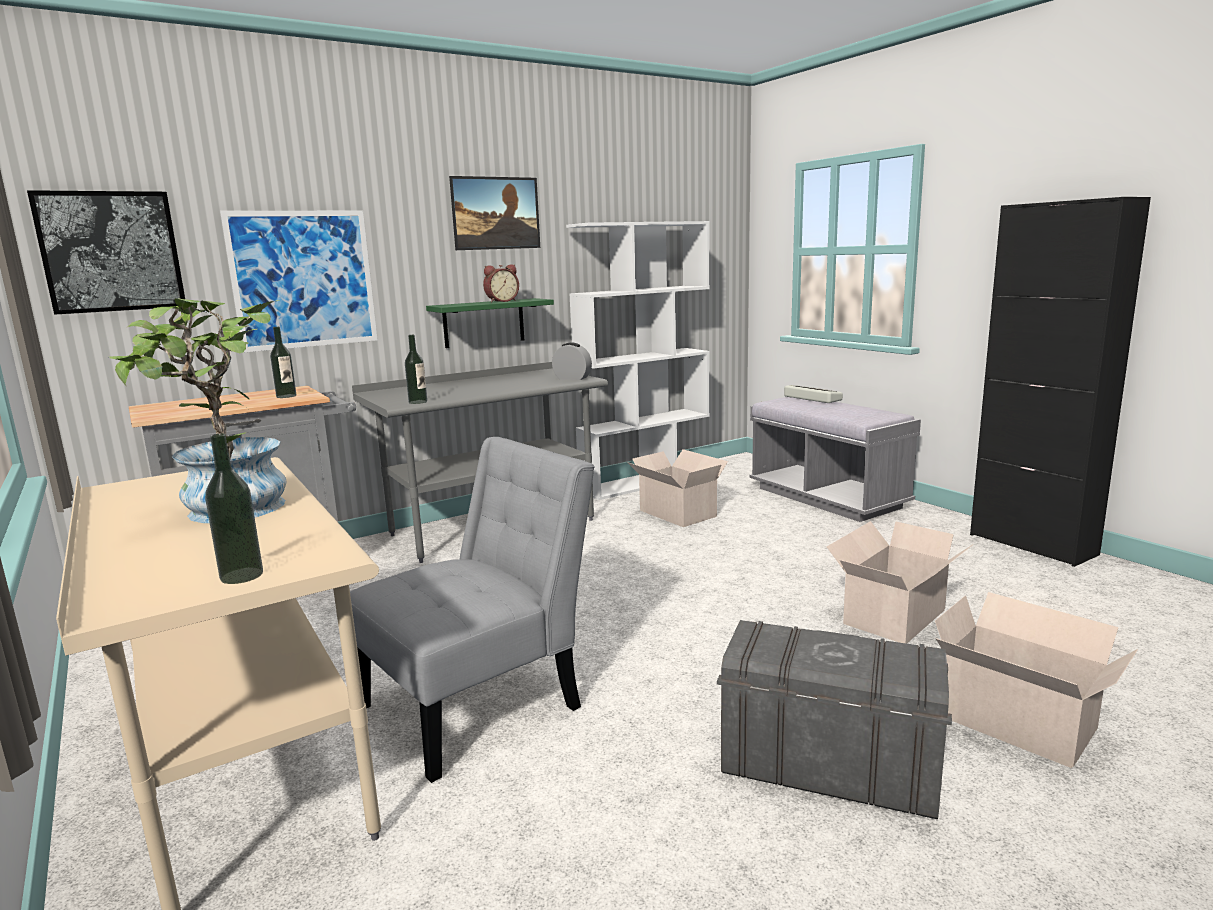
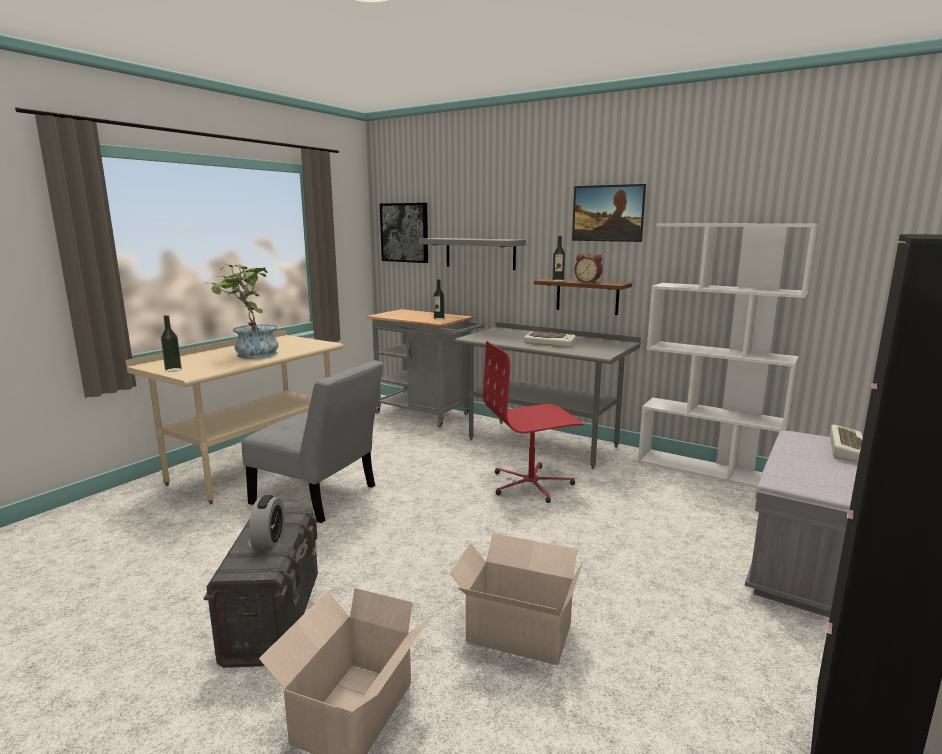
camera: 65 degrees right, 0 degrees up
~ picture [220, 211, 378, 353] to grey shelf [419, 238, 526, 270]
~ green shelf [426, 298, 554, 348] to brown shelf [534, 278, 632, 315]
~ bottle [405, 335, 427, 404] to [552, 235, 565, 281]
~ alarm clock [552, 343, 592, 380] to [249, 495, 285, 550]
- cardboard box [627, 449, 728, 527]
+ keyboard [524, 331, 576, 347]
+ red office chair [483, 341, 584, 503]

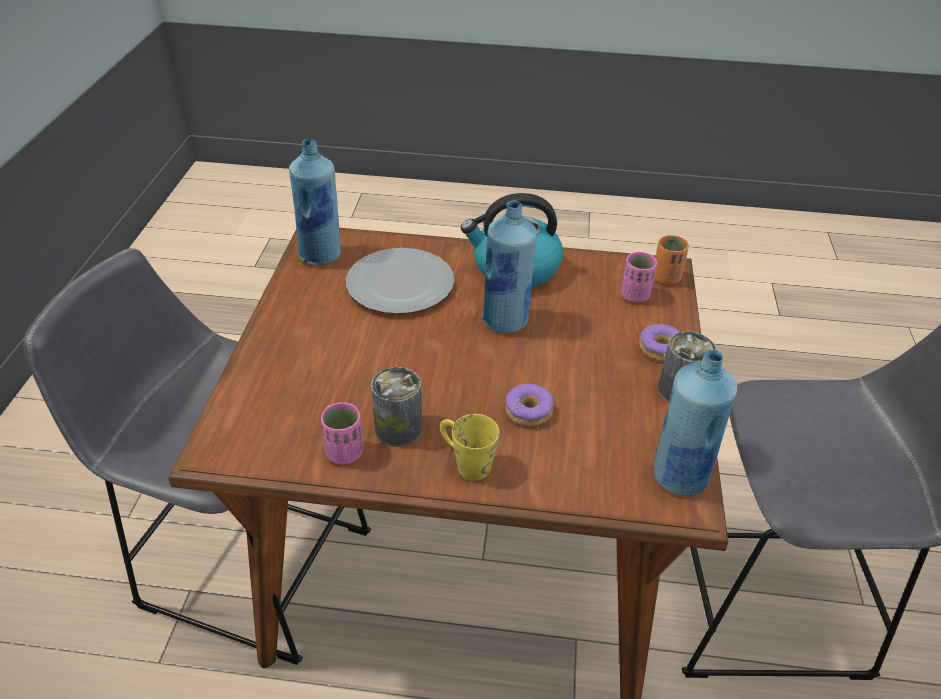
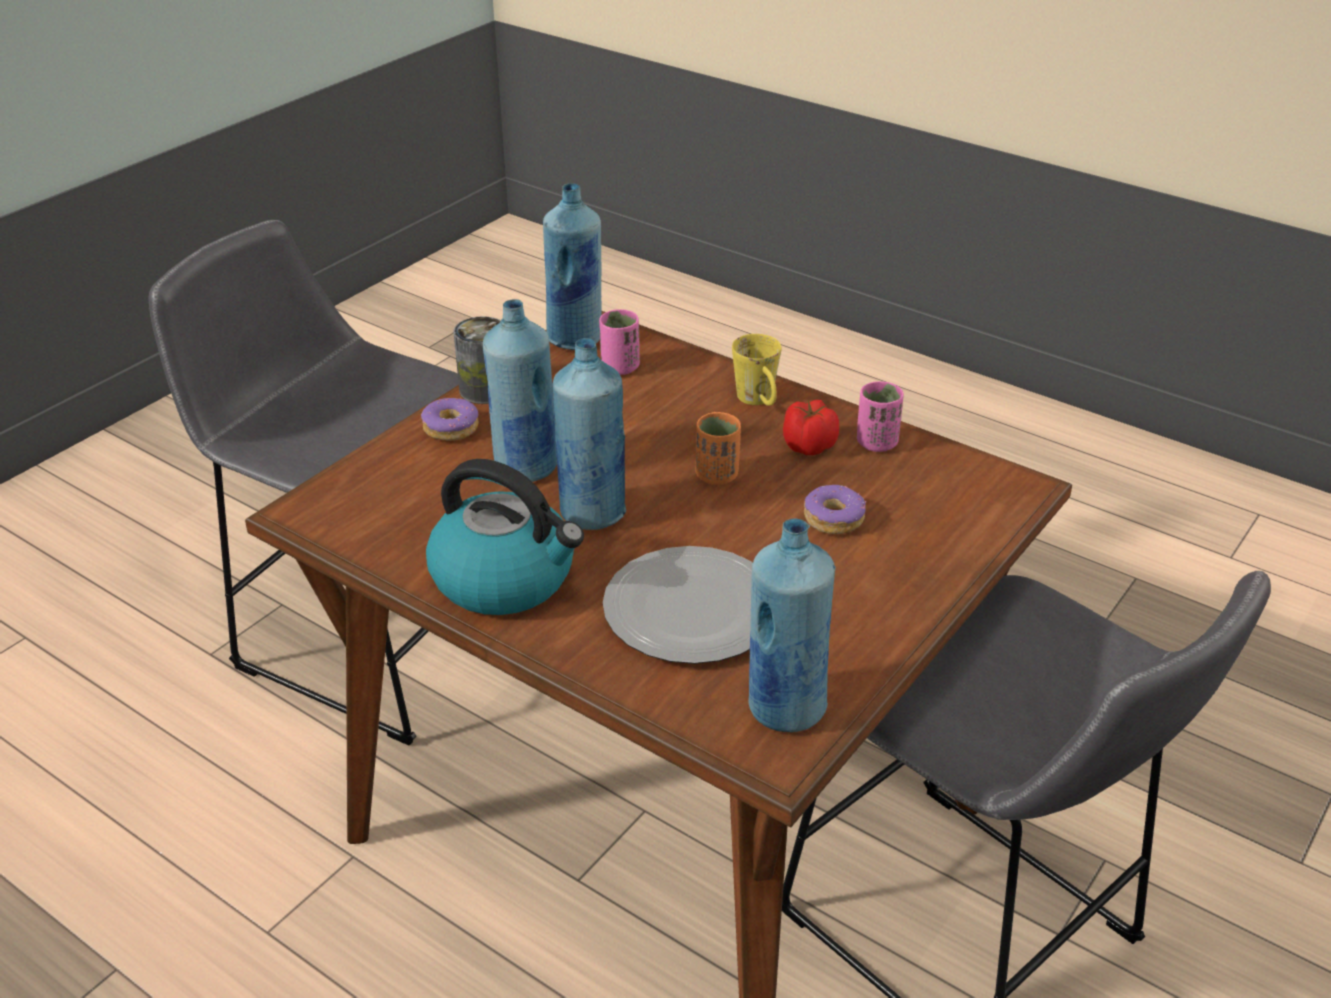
camera: 150 degrees left, 5 degrees down
~ orange cup [654, 235, 689, 284] to [696, 412, 741, 485]
~ pink cup [621, 252, 657, 303] to [599, 309, 640, 375]
~ can [371, 367, 422, 447] to tomato [783, 400, 839, 455]
~ donut [505, 384, 554, 426] to [804, 485, 866, 534]
+ blue bottle [483, 299, 557, 482]

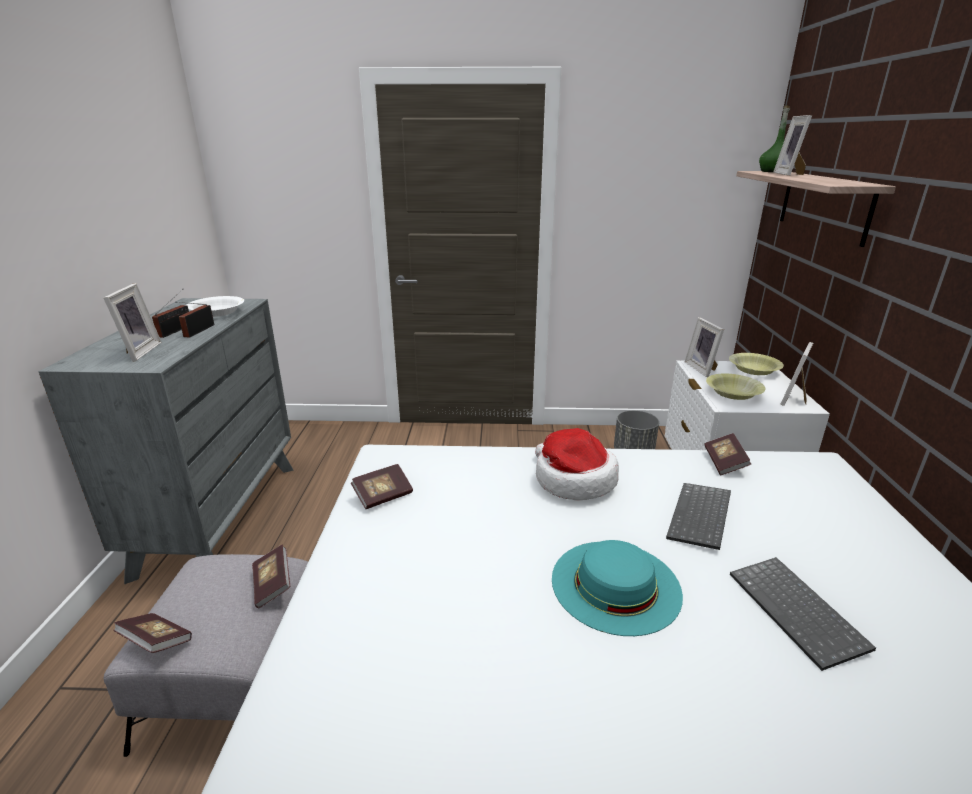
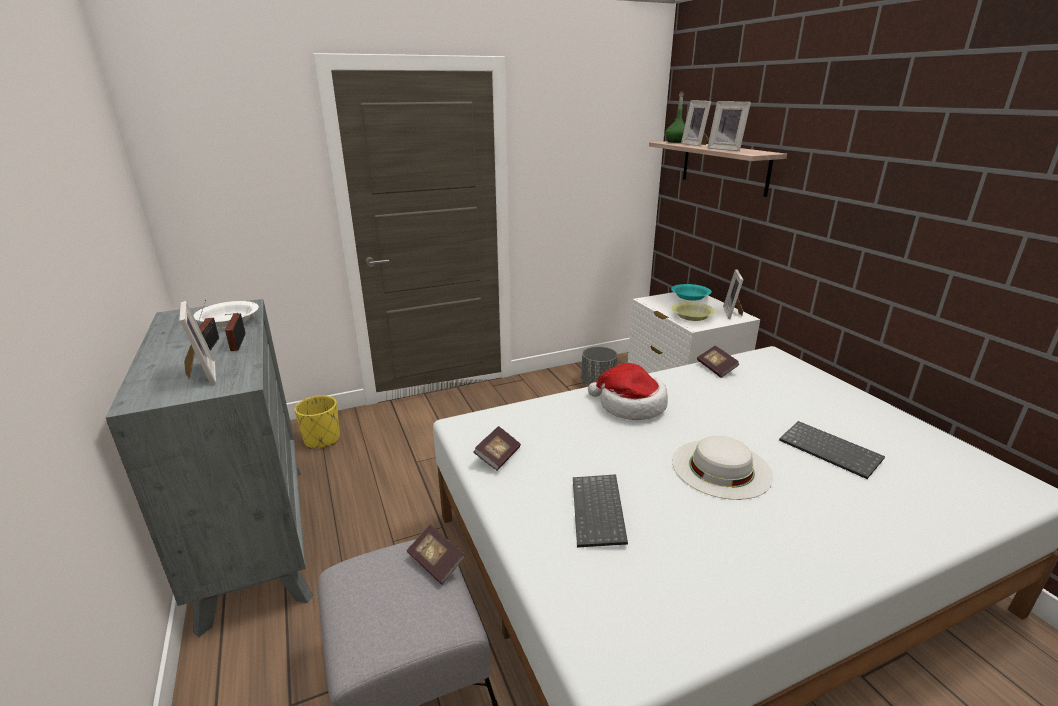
camera: 25 degrees left, 0 degrees up
~ picture frame [685, 317, 724, 377] to [708, 101, 751, 151]
~ yellow bowl [729, 353, 784, 375] to turquoise bowl [671, 284, 712, 300]
~ keyboard [666, 483, 731, 550] to [573, 474, 628, 548]
~ turquoise hat [552, 540, 683, 636] to white hat [672, 436, 773, 500]
- book [113, 613, 192, 653]
+ yellow planter [294, 395, 340, 449]

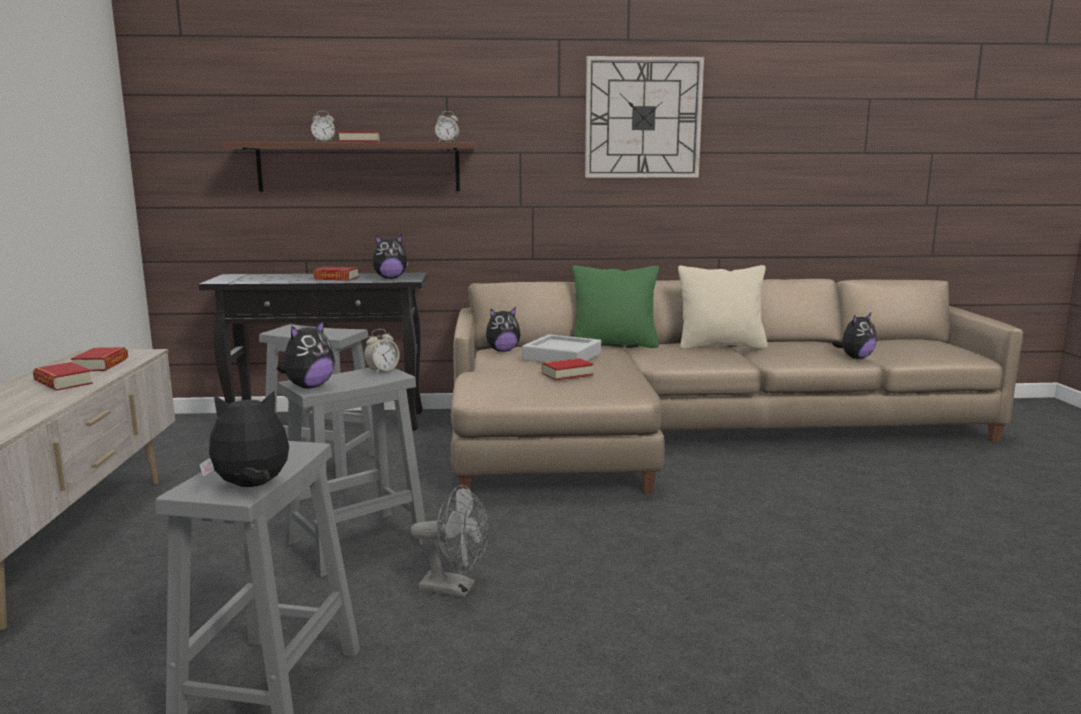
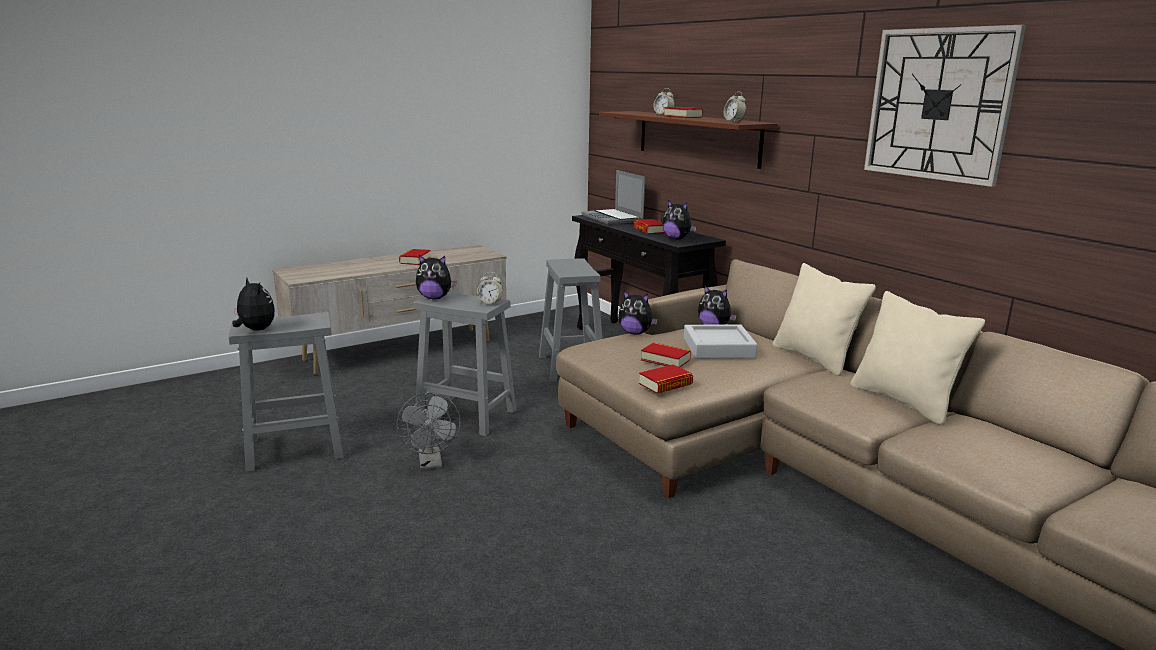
camera: 60 degrees right, 5 degrees up
~ green pillow [572, 265, 659, 348] to beige pillow [773, 263, 876, 376]
~ plush toy [832, 313, 877, 359] to [618, 291, 658, 335]
~ book [71, 347, 128, 371] to [639, 364, 693, 394]
+ laptop [581, 170, 645, 224]

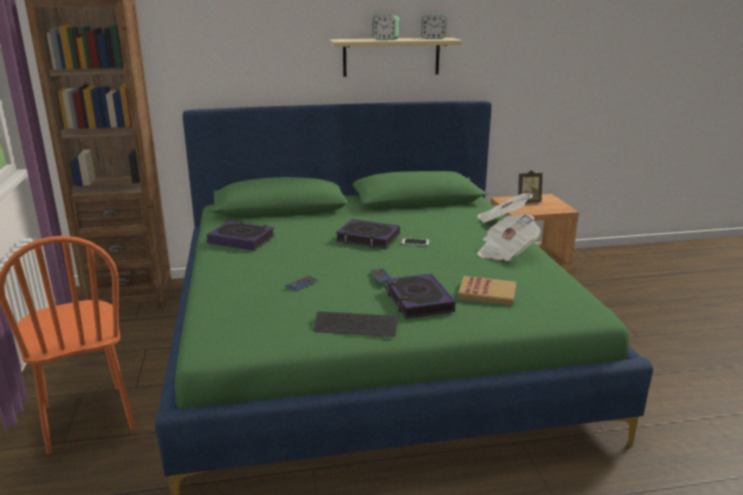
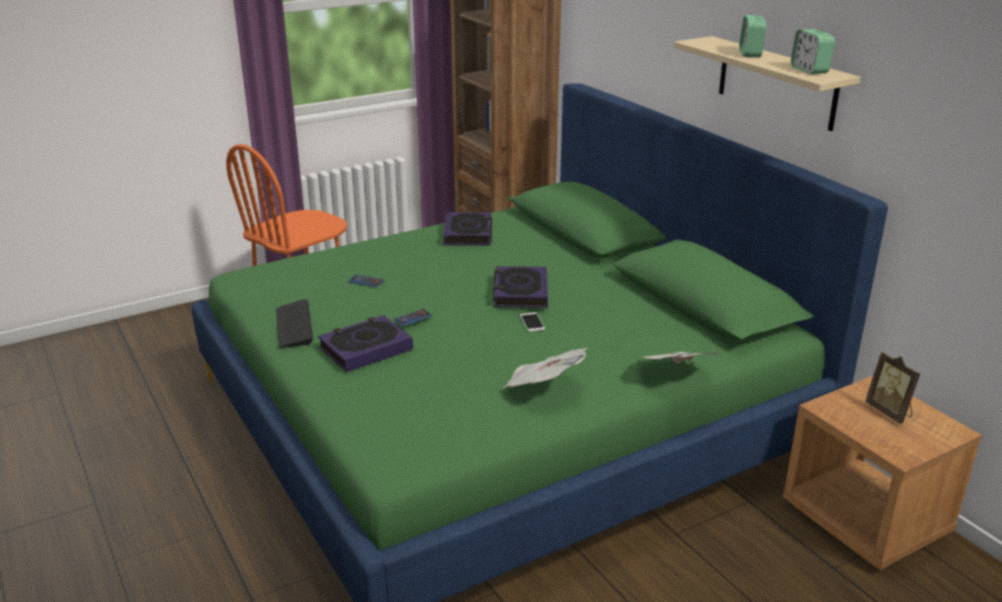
camera: 70 degrees right, 5 degrees up
- book [458, 276, 516, 306]

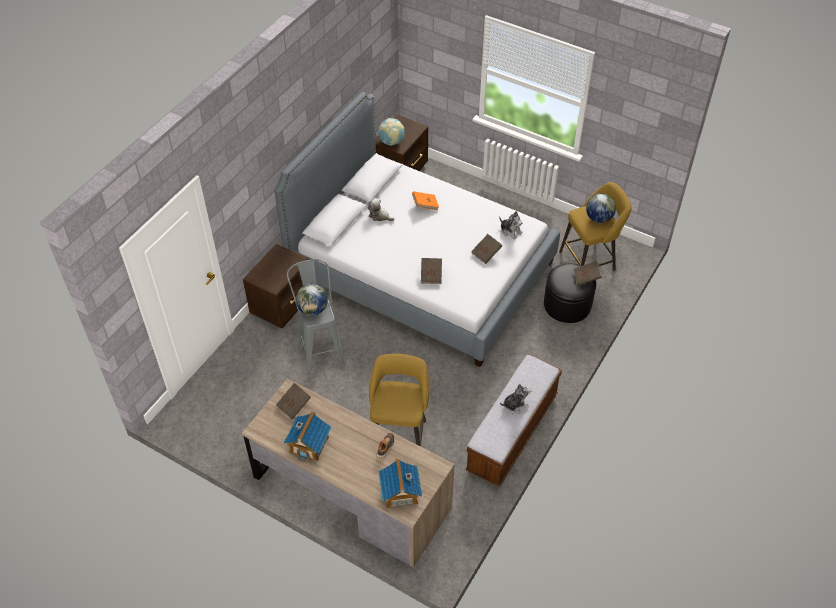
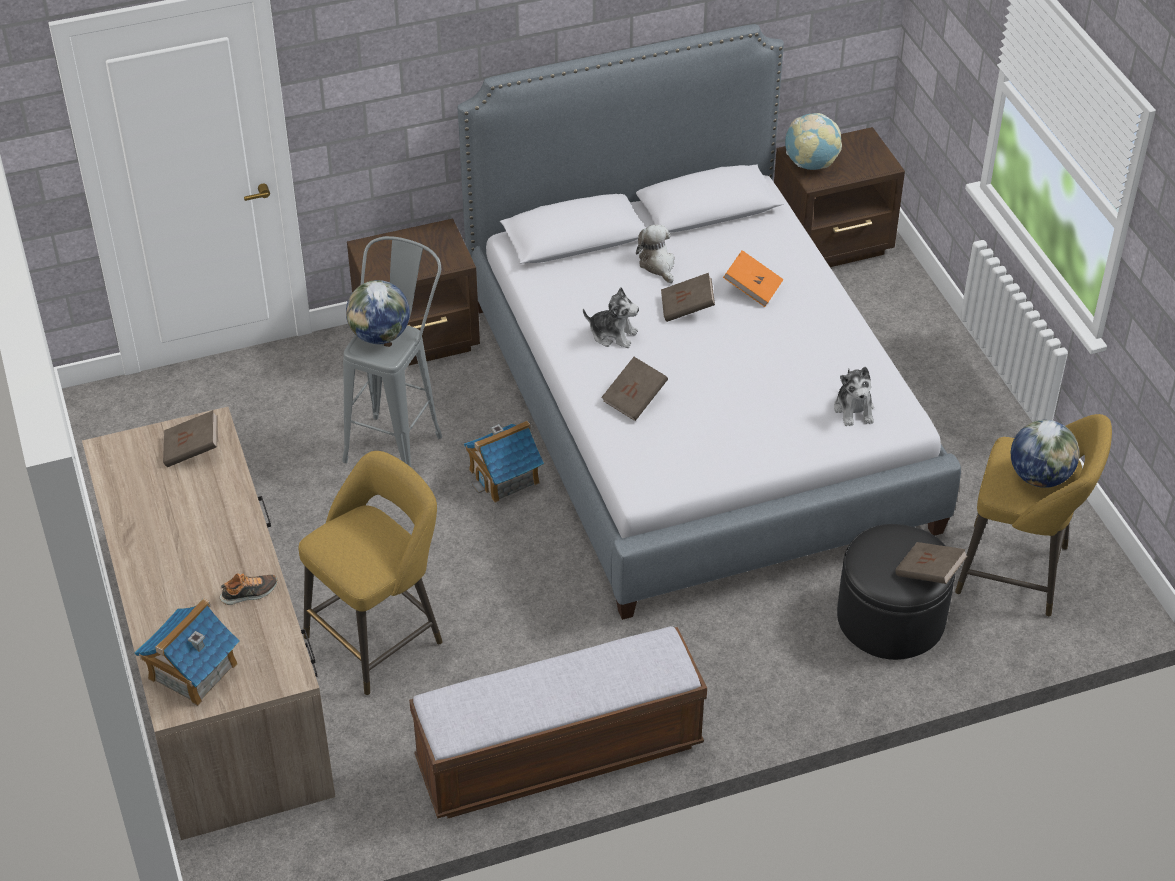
camera: 40 degrees right, 5 degrees down
~ brown book [471, 234, 502, 264] to [661, 273, 715, 322]
~ plush toy [500, 384, 531, 414] to [583, 287, 639, 348]
~ toy house [284, 411, 331, 462] to [464, 420, 544, 503]

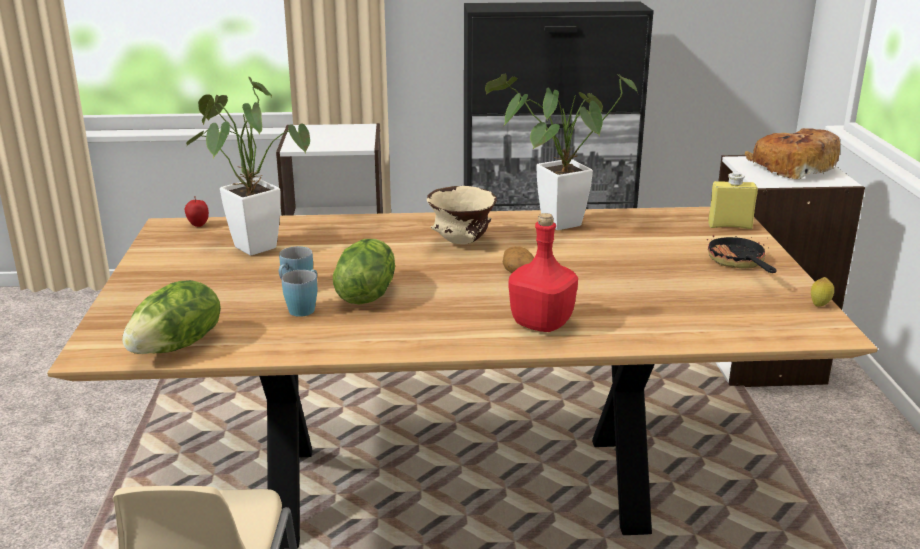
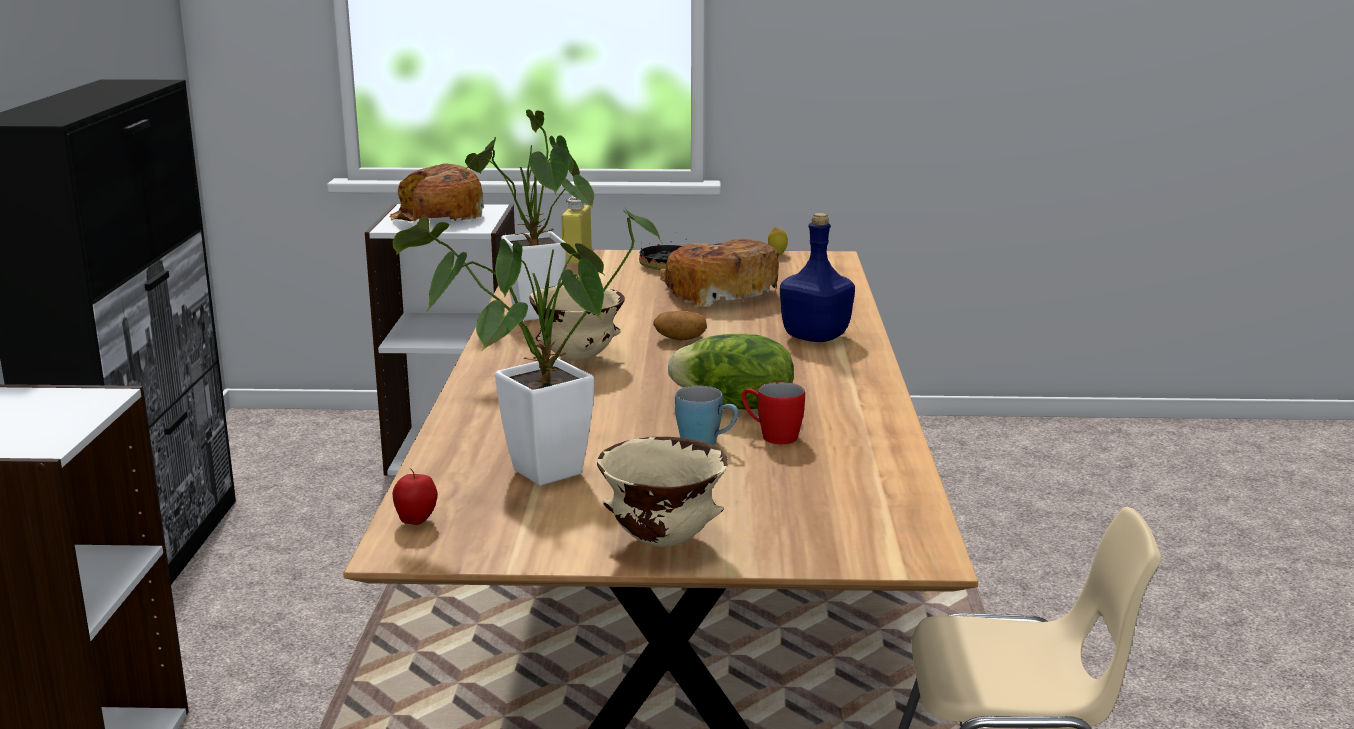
camera: 85 degrees left, 5 degrees down
~ red bottle [509, 213, 578, 332] to blue bottle [780, 213, 855, 342]
~ blue mug [282, 269, 317, 317] to red mug [742, 382, 805, 444]
- lettuce [122, 280, 221, 354]
+ bread [659, 239, 779, 307]
+ beige bowl [597, 437, 728, 547]

